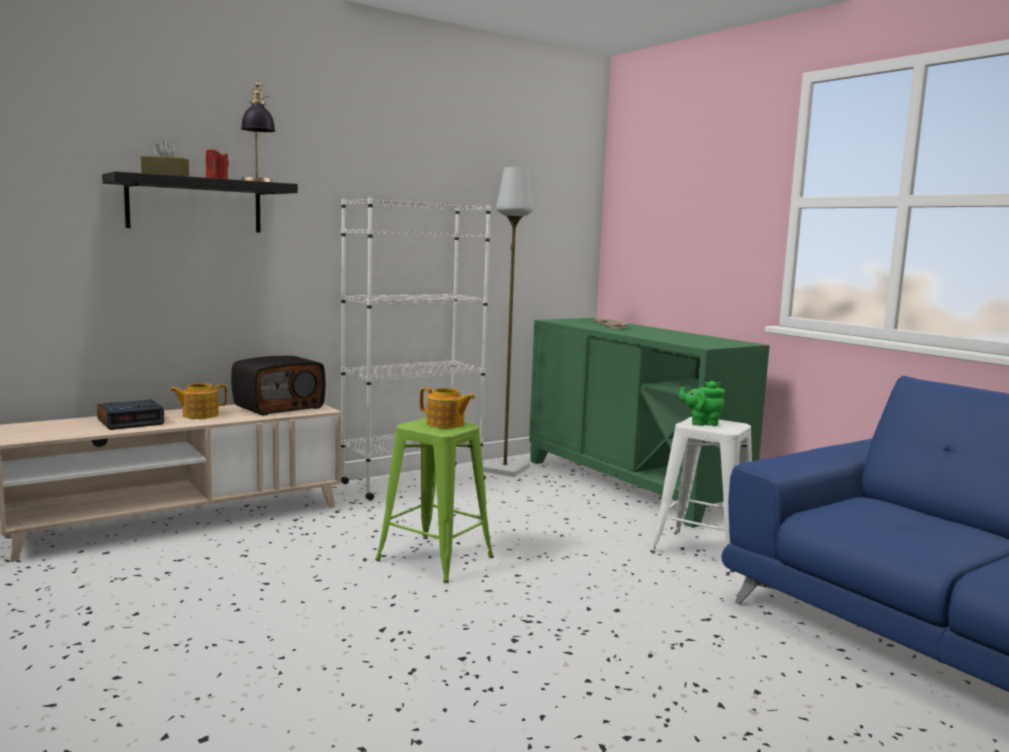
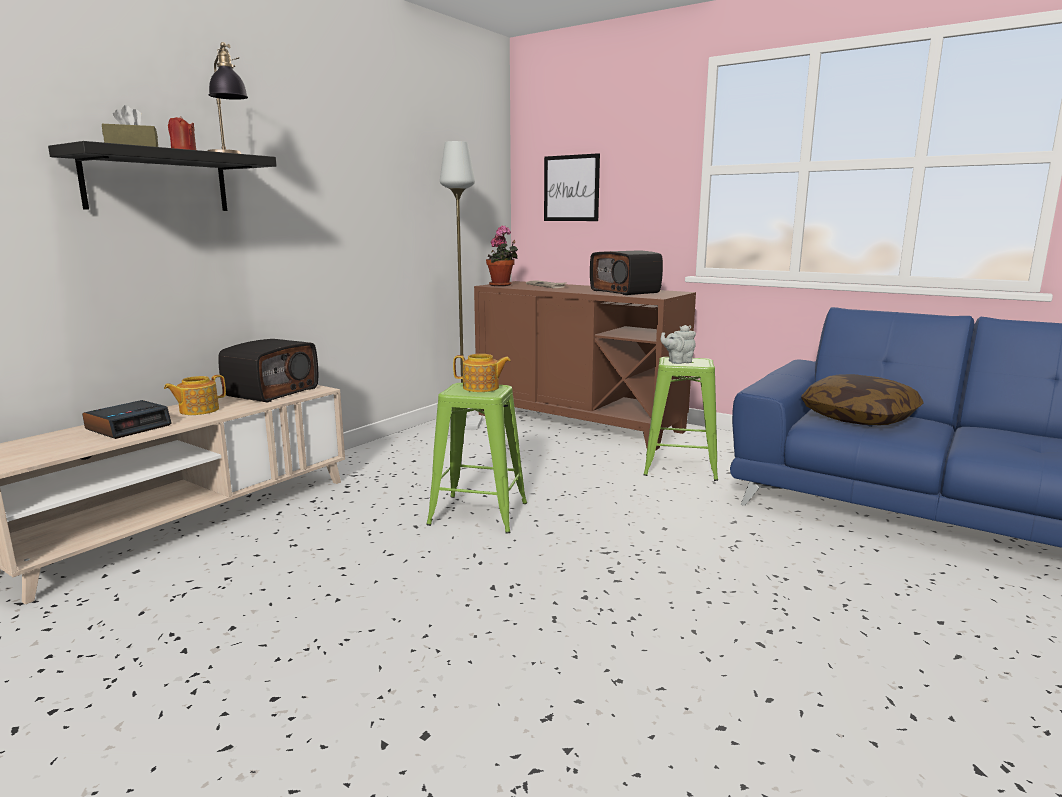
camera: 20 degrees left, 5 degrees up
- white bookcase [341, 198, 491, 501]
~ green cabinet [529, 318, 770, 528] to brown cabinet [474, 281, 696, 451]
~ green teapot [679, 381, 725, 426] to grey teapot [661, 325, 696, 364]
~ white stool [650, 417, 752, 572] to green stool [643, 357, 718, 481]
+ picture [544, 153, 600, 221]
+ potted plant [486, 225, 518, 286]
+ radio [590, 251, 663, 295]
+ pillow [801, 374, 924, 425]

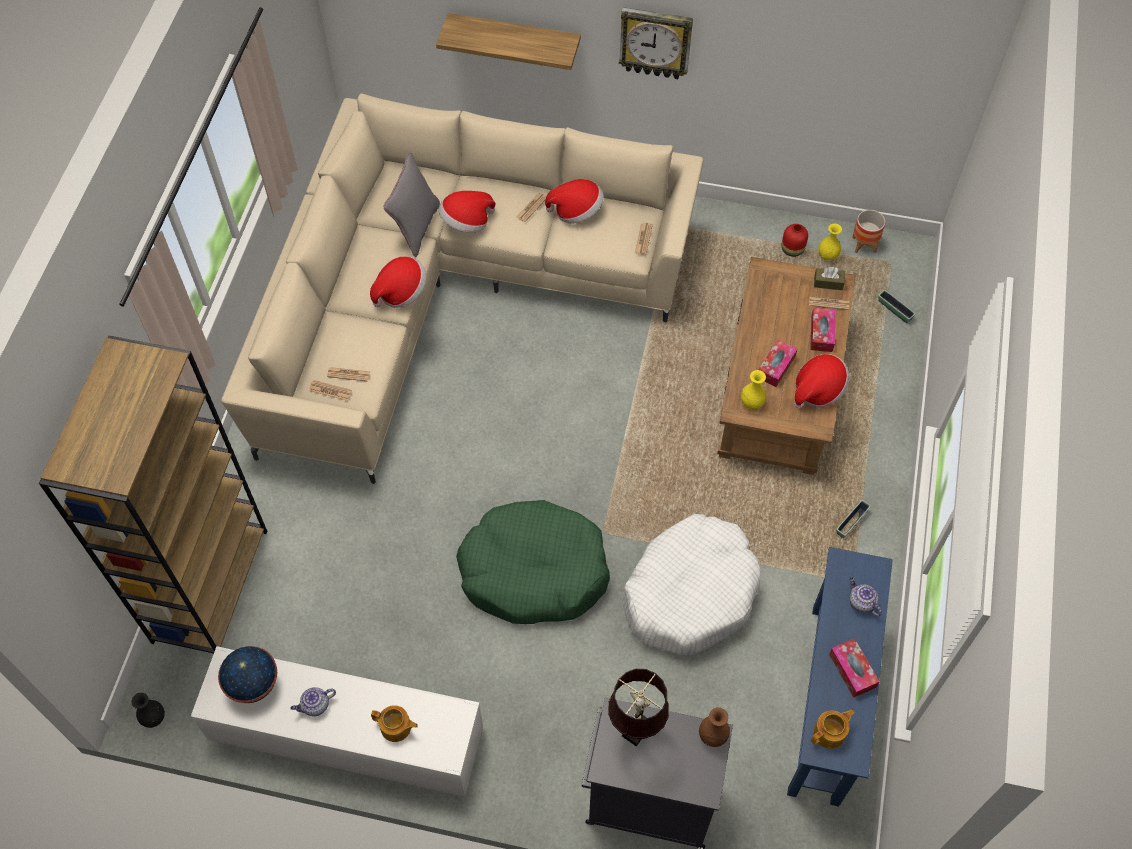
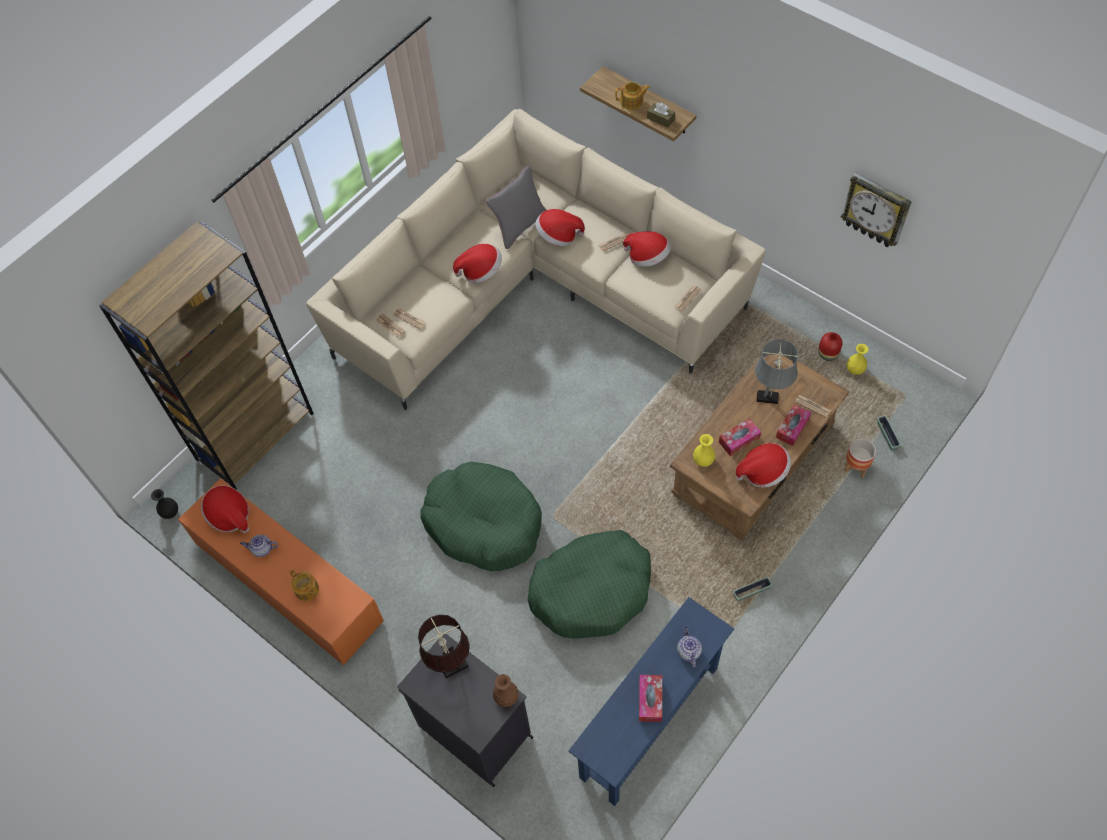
camera: 30 degrees right, 0 degrees up
~ wall clock [619, 7, 693, 79] to [841, 172, 912, 247]
~ planter [852, 210, 885, 253] to [844, 438, 876, 478]
~ brown tissue box [814, 267, 845, 290] to [647, 103, 675, 128]
~ white dog bed [623, 514, 761, 655] to green dog bed [528, 530, 651, 639]
~ white tv stand [191, 646, 483, 797] to orange tv stand [178, 478, 384, 665]
~ globe [218, 646, 277, 703] to hat [201, 485, 249, 533]
~ teapot [811, 709, 855, 749] to [615, 82, 650, 110]
+ grey table lamp [755, 339, 799, 404]

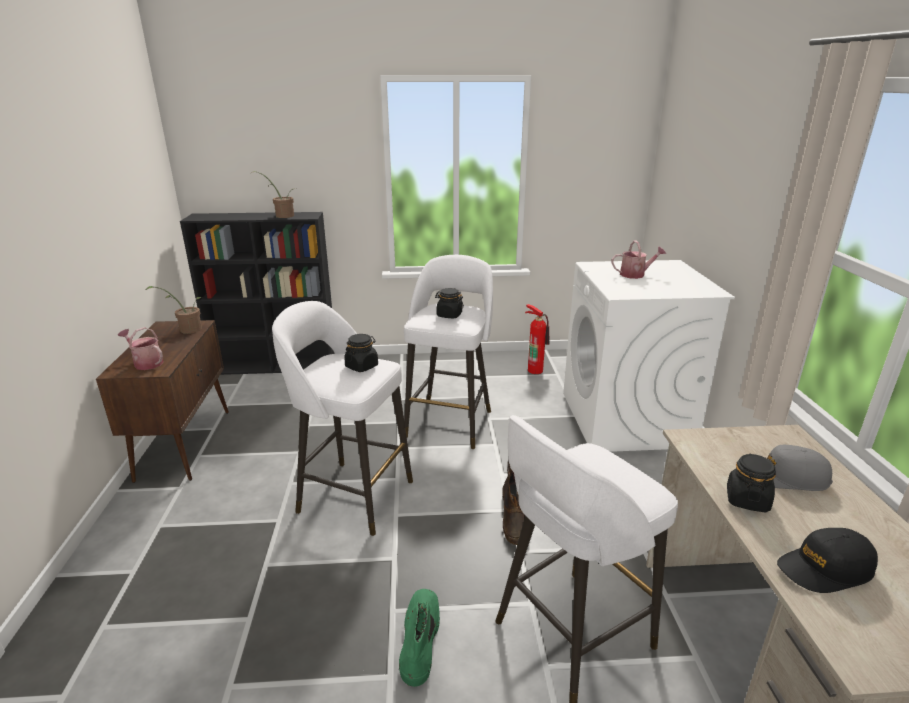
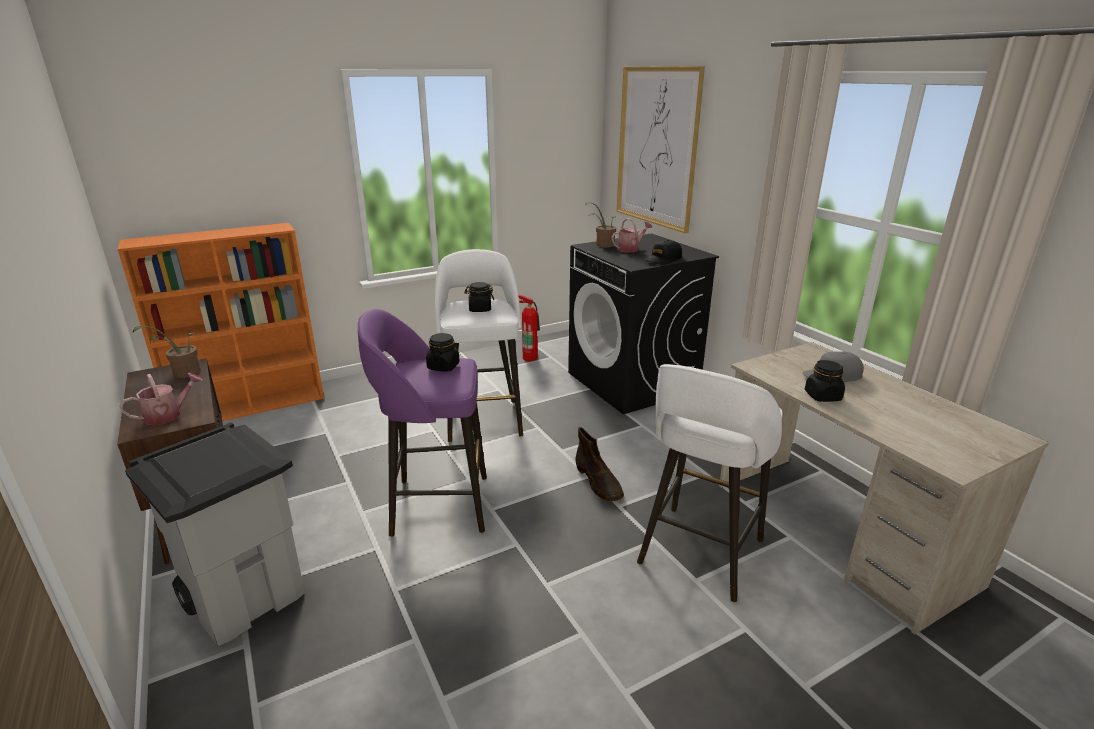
camera: 25 degrees left, 0 degrees up
~ potted plant [251, 171, 294, 218] to [585, 202, 616, 248]
~ black bookcase [180, 212, 335, 375] to orange bookcase [118, 223, 324, 421]
~ white washing machine [563, 260, 735, 452] to black washing machine [568, 233, 719, 414]
~ white stool [272, 301, 413, 536] to purple stool [358, 309, 487, 537]
~ watering can [118, 327, 164, 370] = [119, 373, 202, 425] 135 degrees clockwise
~ black cap [777, 528, 878, 593] to [644, 240, 682, 265]
- green boot [399, 589, 440, 687]
+ picture [616, 66, 705, 233]
+ grey trash can [125, 422, 305, 646]

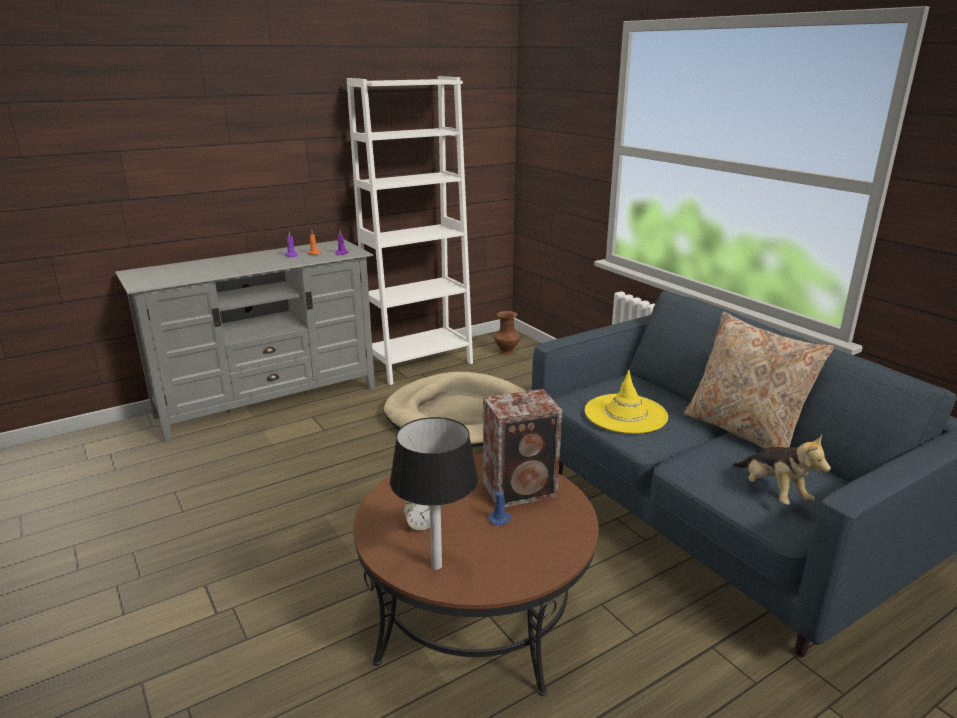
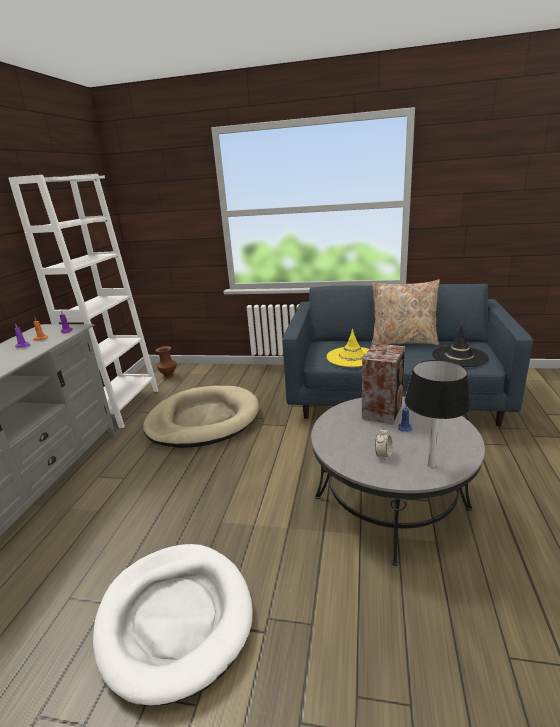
camera: 45 degrees left, 0 degrees up
~ plush toy [733, 435, 831, 505] to black hat [432, 326, 489, 367]
~ brown coffee table [353, 454, 598, 696] to grey coffee table [311, 396, 485, 566]
+ white dog bed [93, 544, 253, 706]

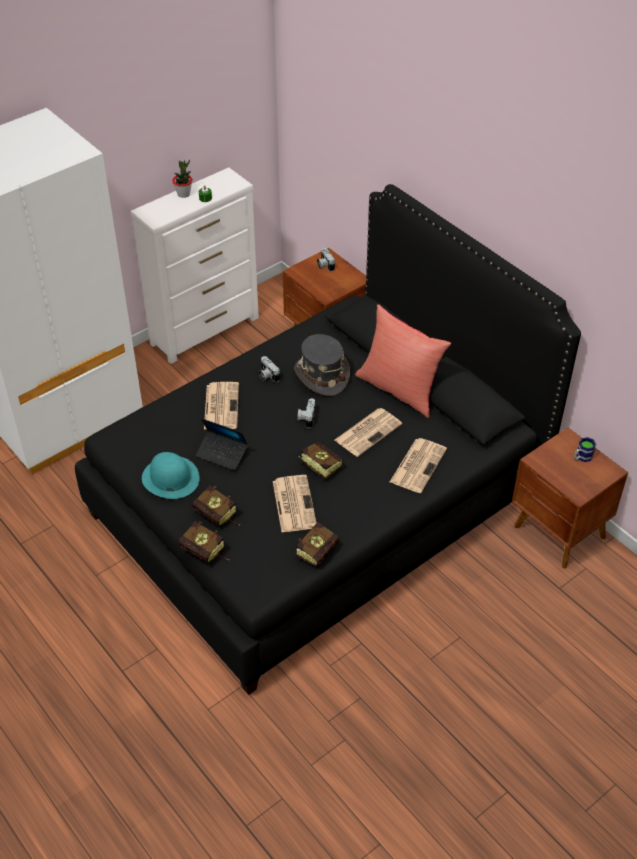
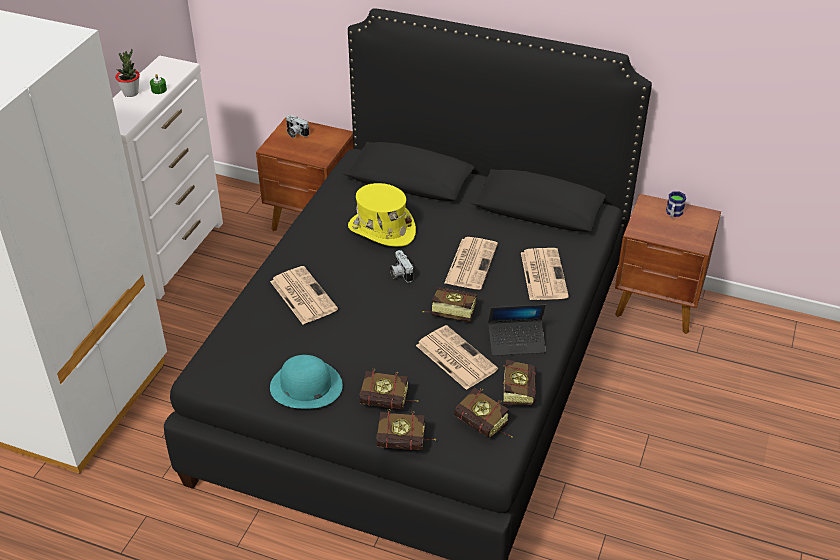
camera: 30 degrees left, 5 degrees down
- red pillow [355, 305, 451, 418]
~ grey hat [294, 334, 350, 396] to yellow hat [348, 183, 416, 247]
- photo camera [259, 356, 280, 382]
~ laptop [195, 418, 248, 471] to [488, 304, 546, 356]
+ book [454, 387, 513, 438]

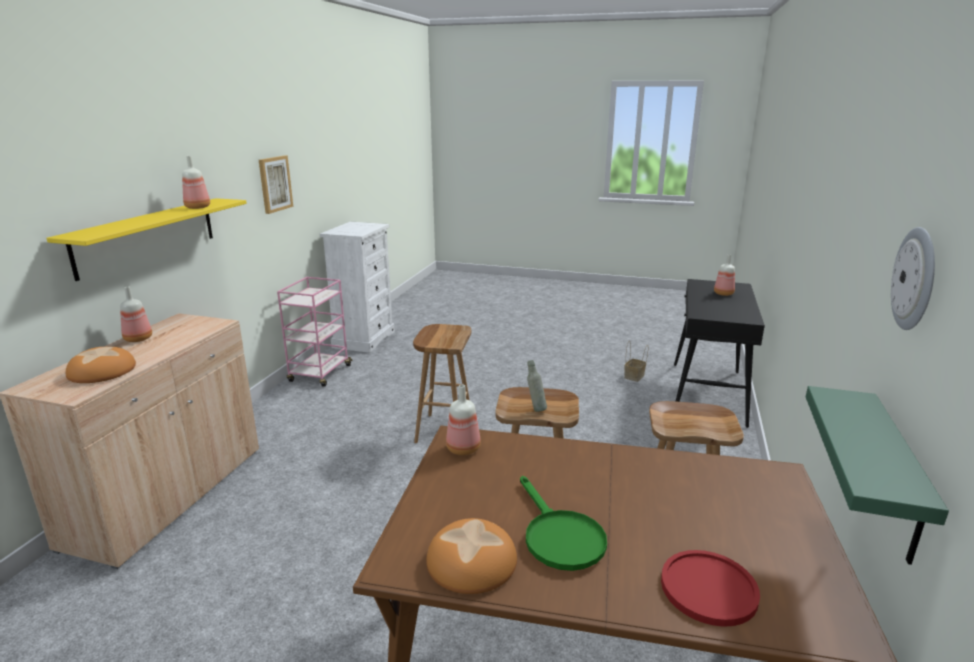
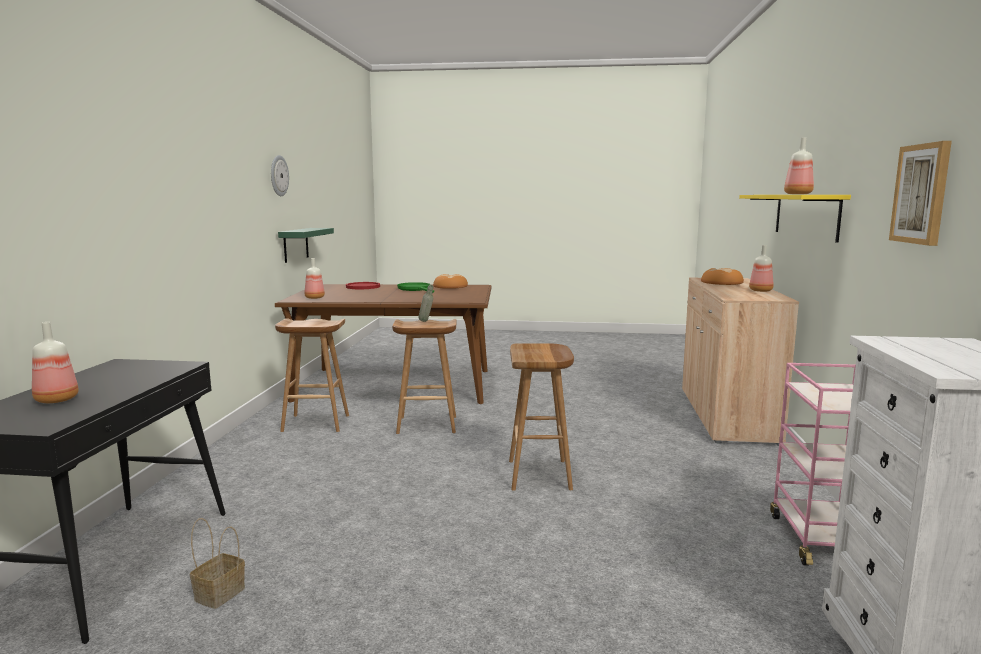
camera: 170 degrees right, 10 degrees down
~ bottle [446, 385, 481, 455] to [305, 258, 325, 299]

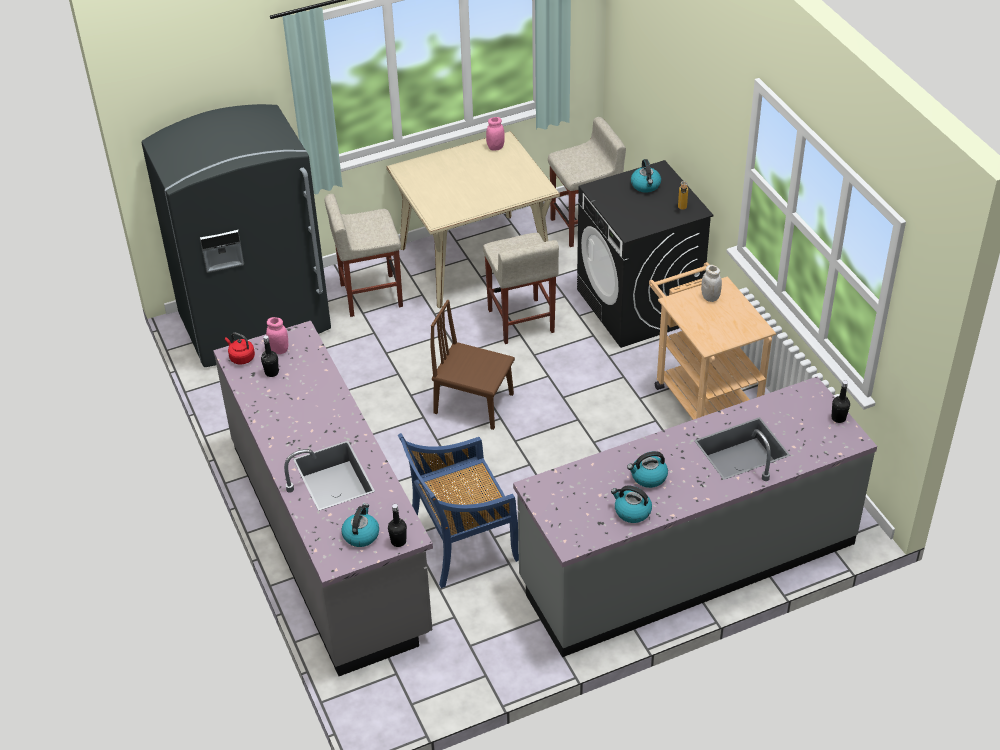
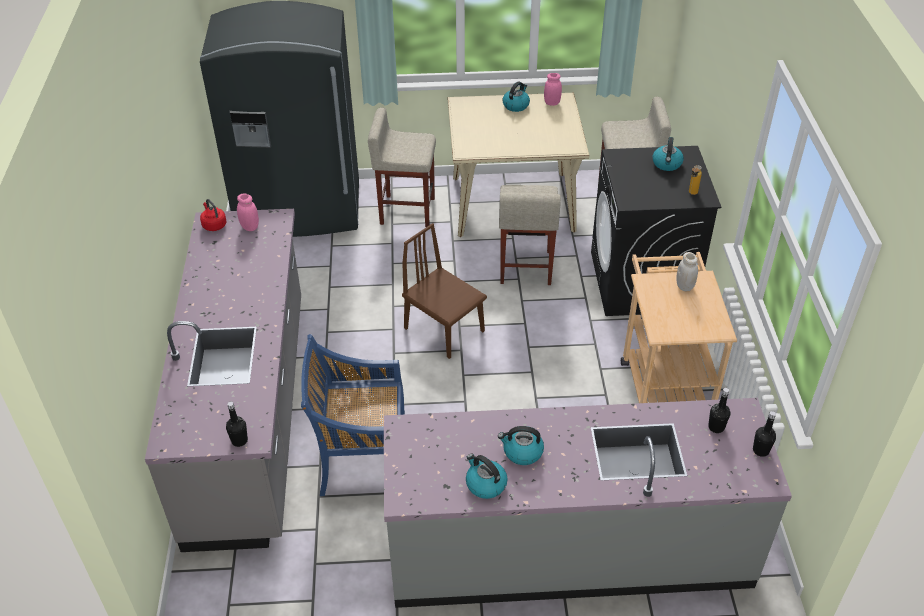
camera: 20 degrees right, 0 degrees up
~ black bottle [261, 335, 279, 377] to [708, 388, 731, 433]
~ kettle [341, 503, 379, 547] to [503, 82, 530, 112]

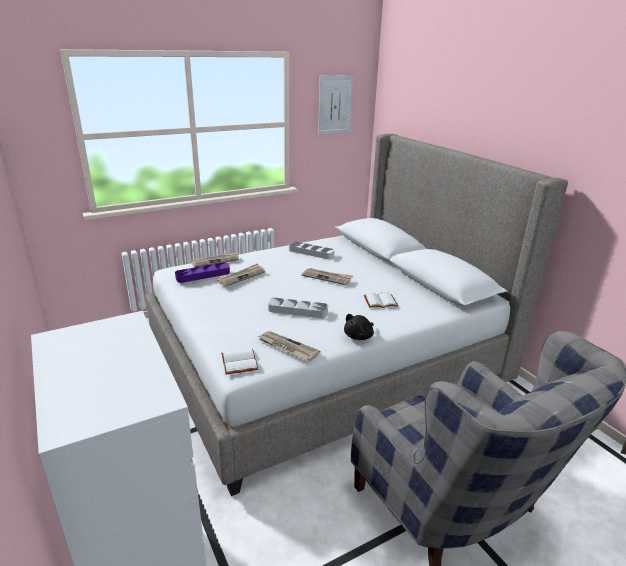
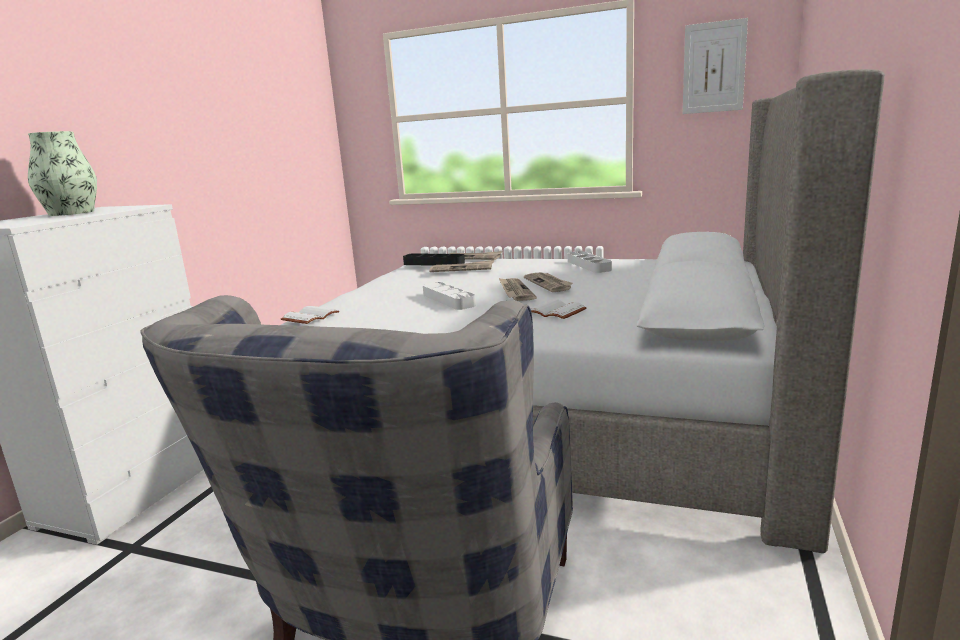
camera: 50 degrees right, 10 degrees down
~ purple tray [175, 263, 230, 283] to black tray [403, 254, 465, 266]
- black plush toy [344, 314, 374, 340]
~ newspaper [258, 331, 321, 361] to [499, 278, 537, 301]
+ vase [28, 131, 97, 216]

